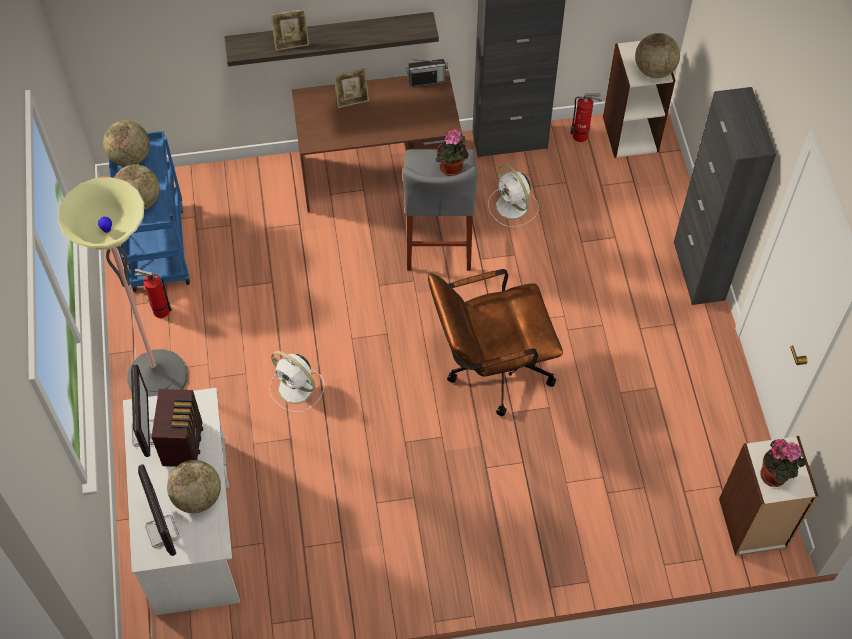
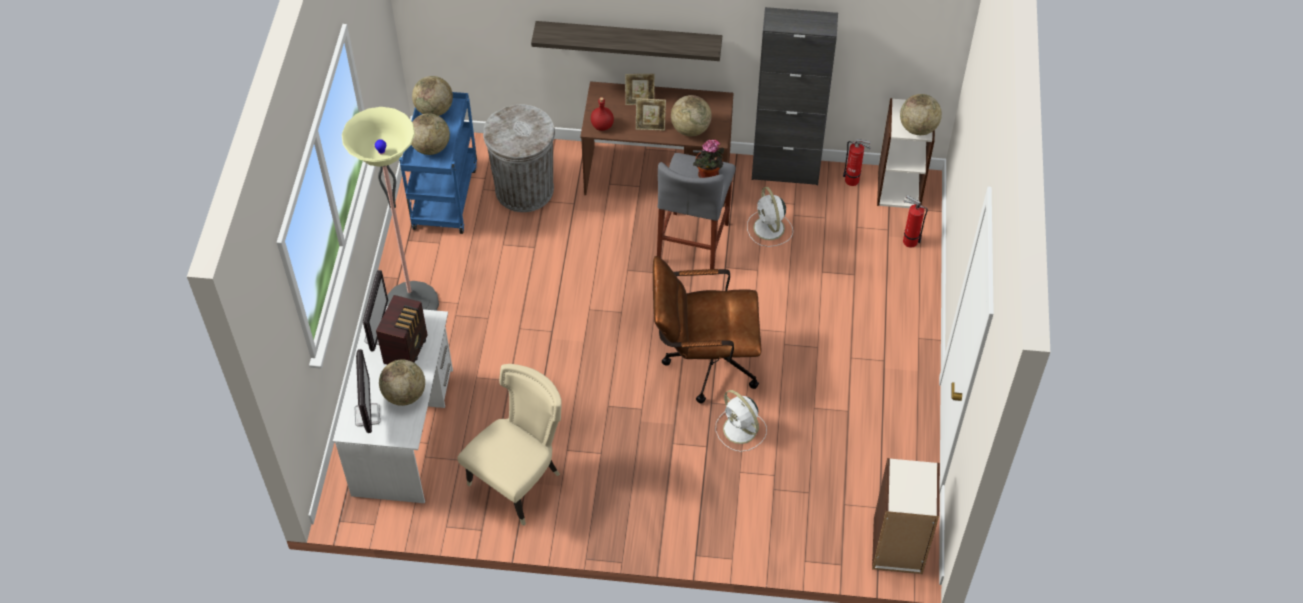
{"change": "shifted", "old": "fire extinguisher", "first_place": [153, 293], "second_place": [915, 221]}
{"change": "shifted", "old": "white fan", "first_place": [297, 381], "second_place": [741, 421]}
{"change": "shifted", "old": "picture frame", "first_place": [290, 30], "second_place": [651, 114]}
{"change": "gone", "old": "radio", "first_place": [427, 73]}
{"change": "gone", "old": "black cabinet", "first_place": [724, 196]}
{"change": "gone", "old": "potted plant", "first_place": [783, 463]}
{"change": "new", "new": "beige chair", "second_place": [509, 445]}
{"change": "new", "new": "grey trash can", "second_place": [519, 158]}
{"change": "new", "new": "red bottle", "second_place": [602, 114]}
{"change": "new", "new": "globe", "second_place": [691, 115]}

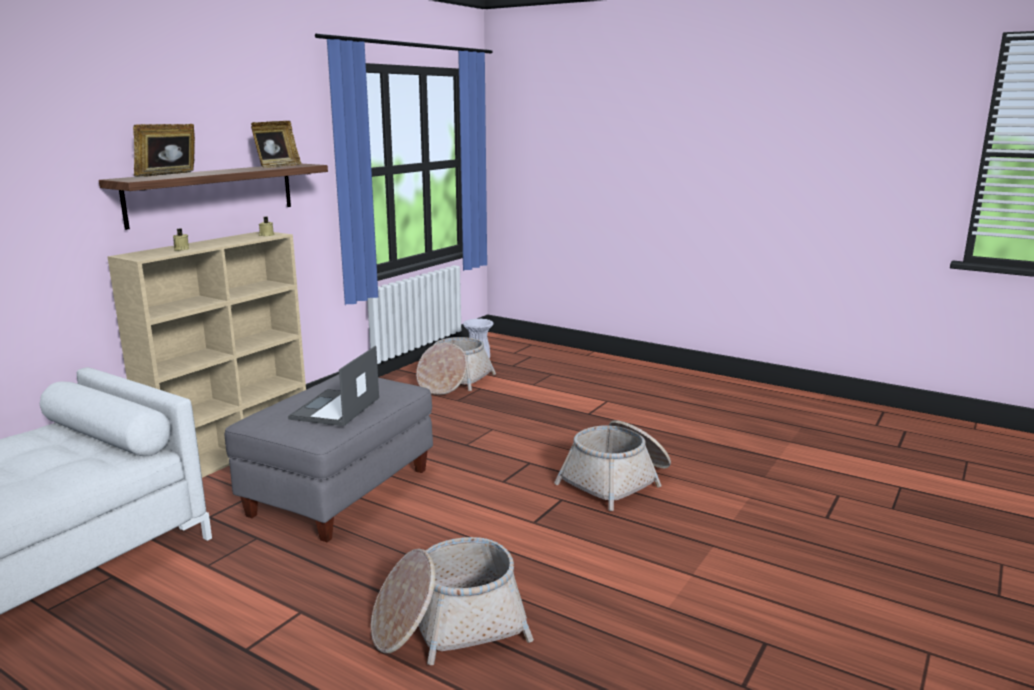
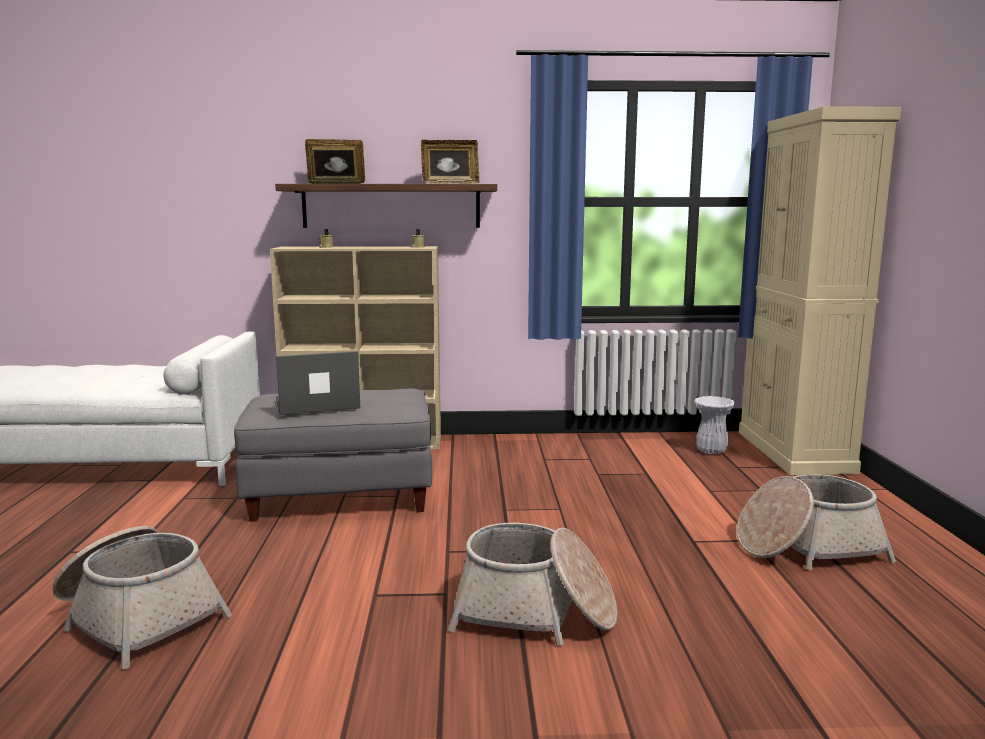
{"change": "shifted", "old": "basket", "first_place": [456, 366], "second_place": [816, 522]}
{"change": "new", "new": "beige cabinet", "second_place": [820, 291]}

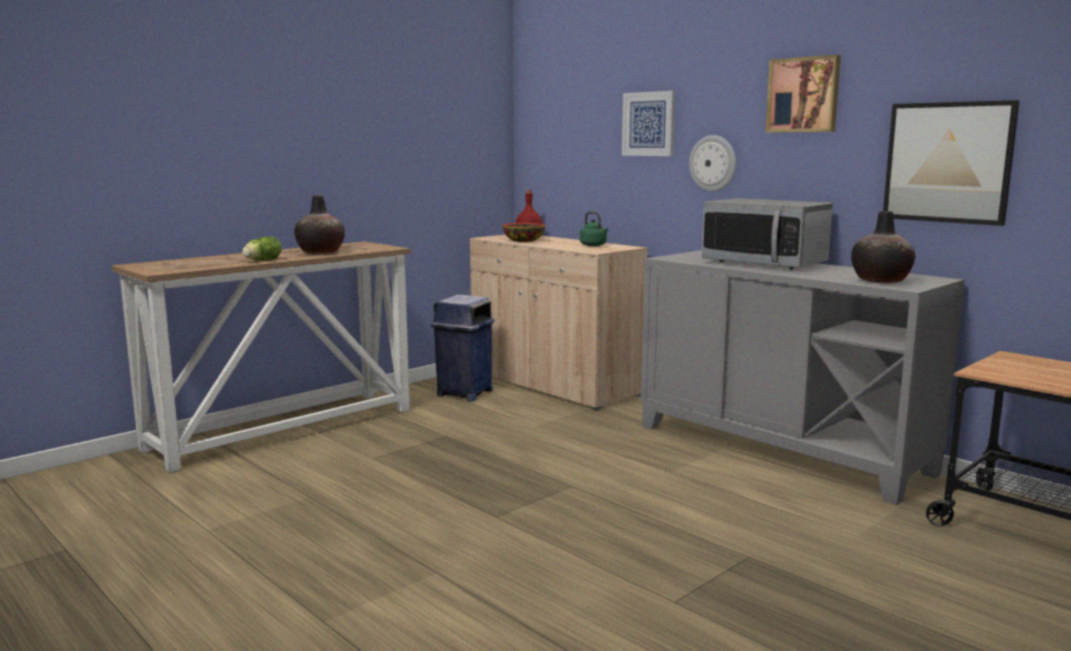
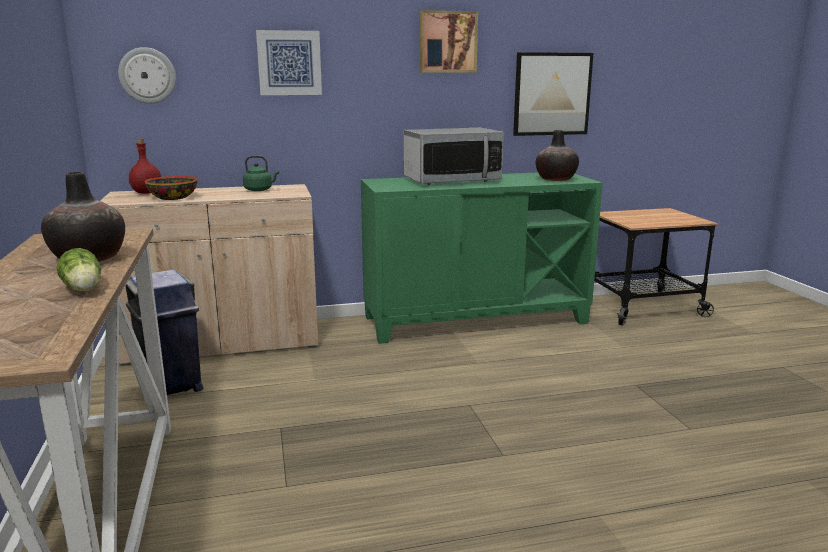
{"change": "repainted", "old": "grey cabinet", "new": "green cabinet", "first_place": [803, 377], "second_place": [482, 258]}
{"change": "shifted", "old": "wall clock", "first_place": [712, 163], "second_place": [147, 75]}

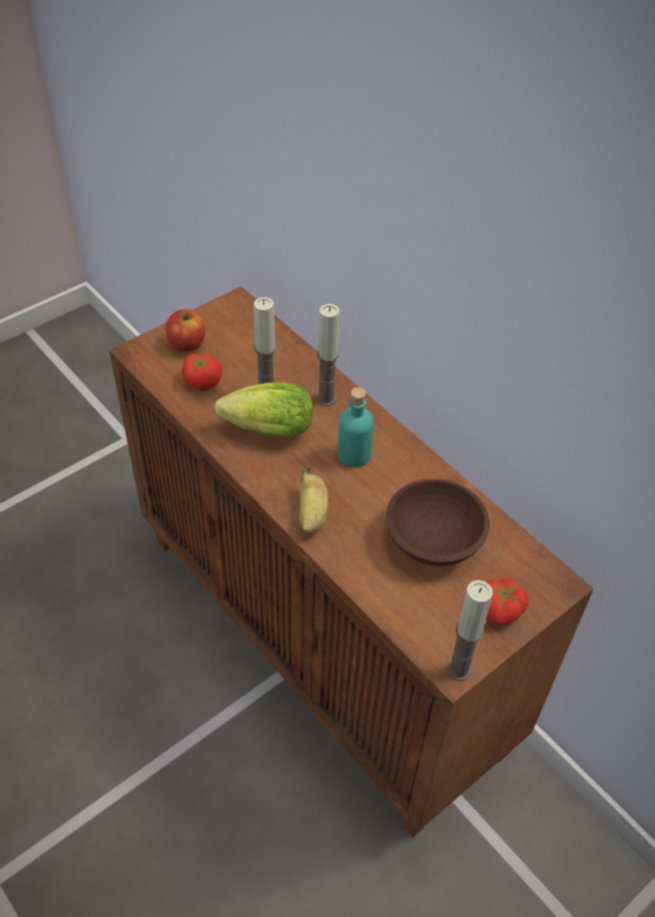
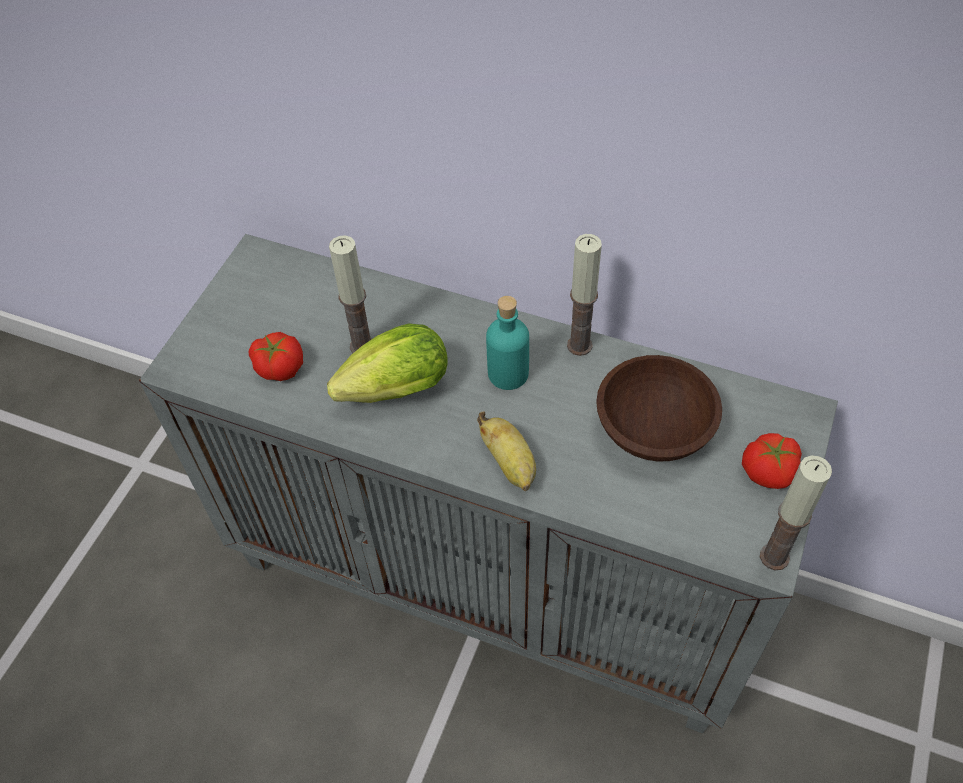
{"change": "repainted", "old": "brown cabinet", "new": "grey cabinet", "first_place": [351, 562], "second_place": [488, 483]}
{"change": "gone", "old": "apple", "first_place": [185, 330]}
{"change": "shifted", "old": "candle", "first_place": [328, 355], "second_place": [584, 295]}

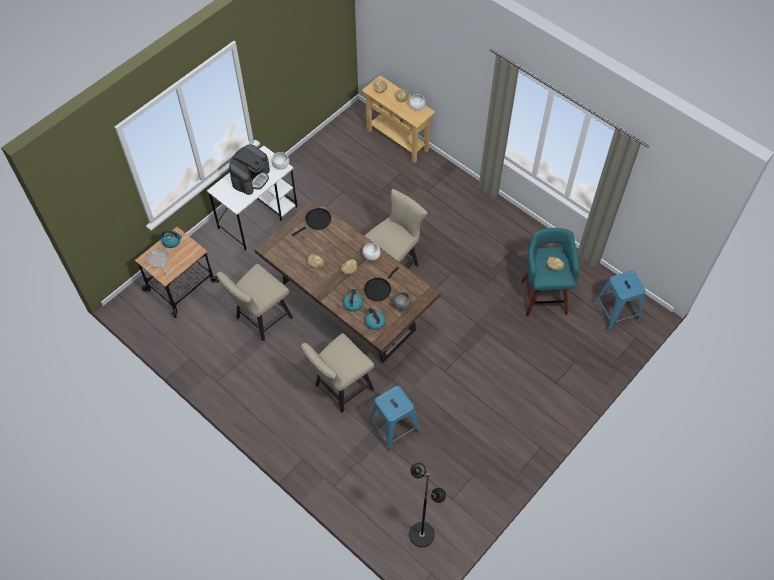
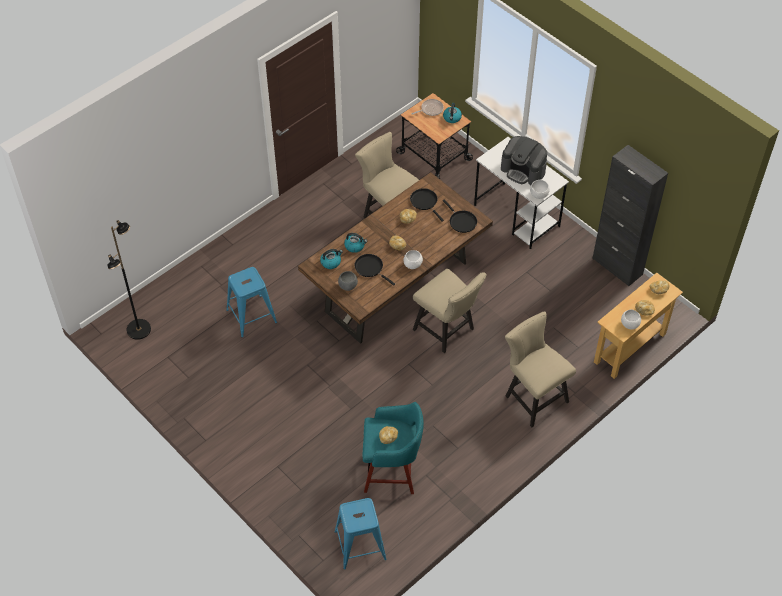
{"change": "shifted", "old": "beige chair", "first_place": [337, 373], "second_place": [540, 369]}
{"change": "new", "new": "black frying pan", "second_place": [427, 205]}
{"change": "new", "new": "black cabinet", "second_place": [630, 215]}

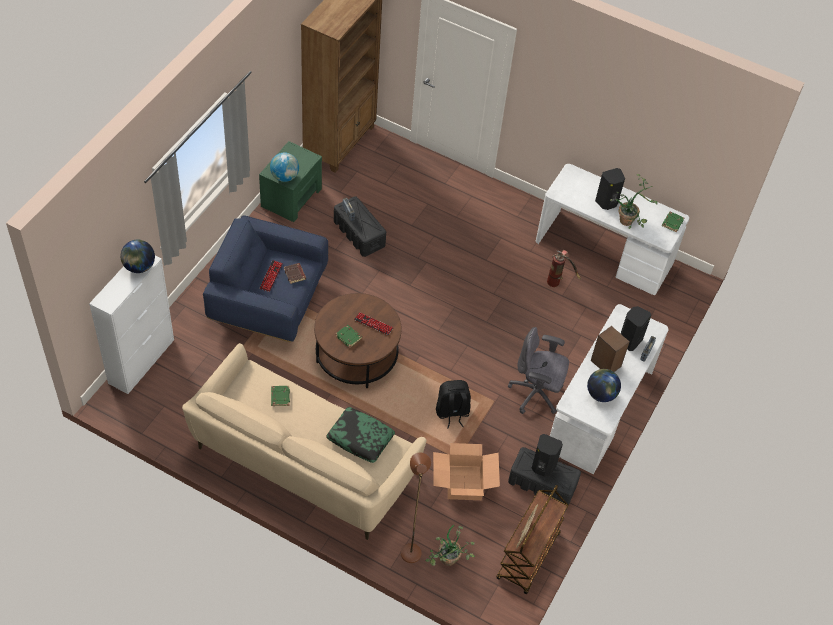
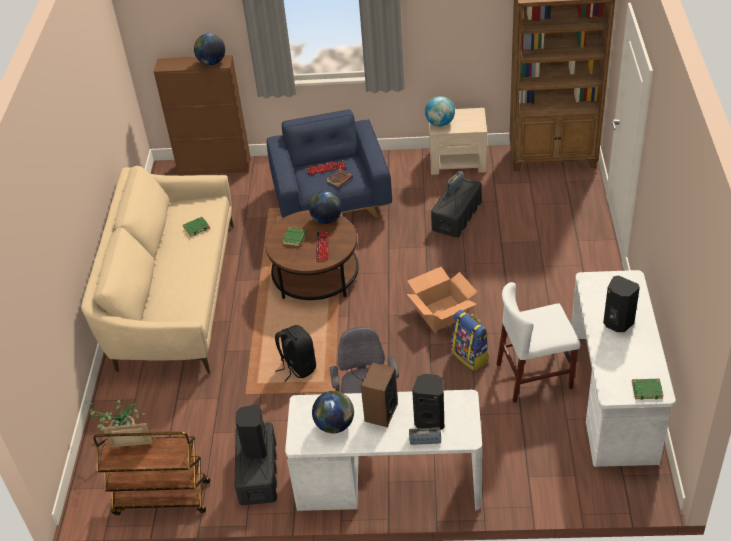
{"change": "repainted", "old": "white cabinet", "new": "brown cabinet", "first_place": [131, 324], "second_place": [202, 115]}
{"change": "repainted", "old": "green nightstand", "new": "beige nightstand", "first_place": [290, 181], "second_place": [458, 141]}
{"change": "gone", "old": "pillow", "first_place": [360, 435]}
{"change": "gone", "old": "brown floor lamp", "first_place": [416, 508]}
{"change": "shifted", "old": "cardboard box", "first_place": [466, 471], "second_place": [442, 299]}
{"change": "swapped", "old": "fire extinguisher", "new": "white chair", "first_place": [564, 268], "second_place": [538, 342]}
{"change": "gone", "old": "potted plant", "first_place": [634, 201]}
{"change": "new", "new": "globe", "second_place": [325, 207]}
{"change": "new", "new": "backpack", "second_place": [470, 340]}

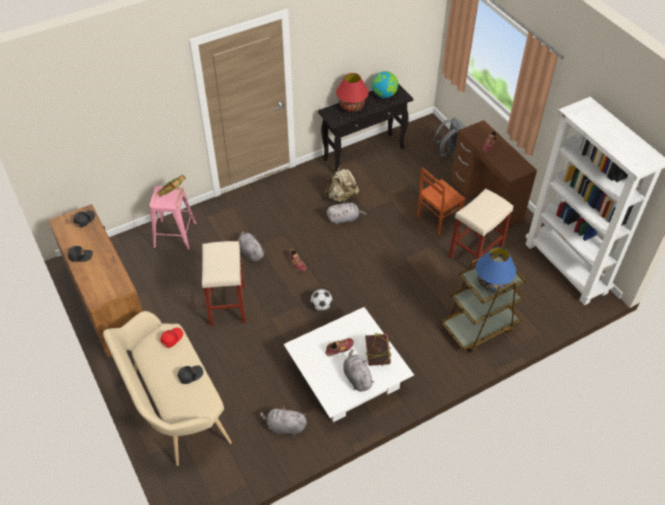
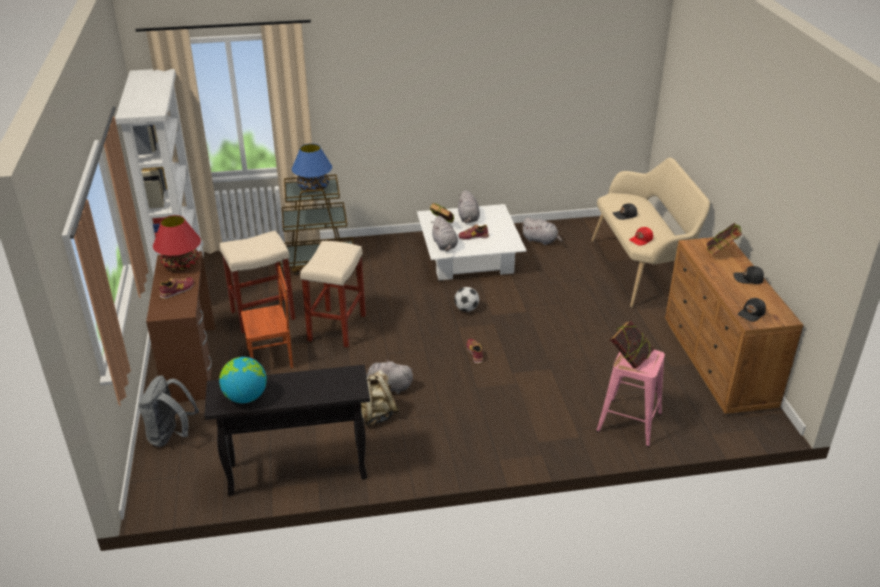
{"change": "shifted", "old": "beige stool", "first_place": [224, 283], "second_place": [333, 294]}
{"change": "shifted", "old": "grey plush toy", "first_place": [251, 246], "second_place": [444, 233]}
{"change": "shifted", "old": "red table lamp", "first_place": [352, 92], "second_place": [177, 242]}
{"change": "new", "new": "book", "second_place": [724, 239]}

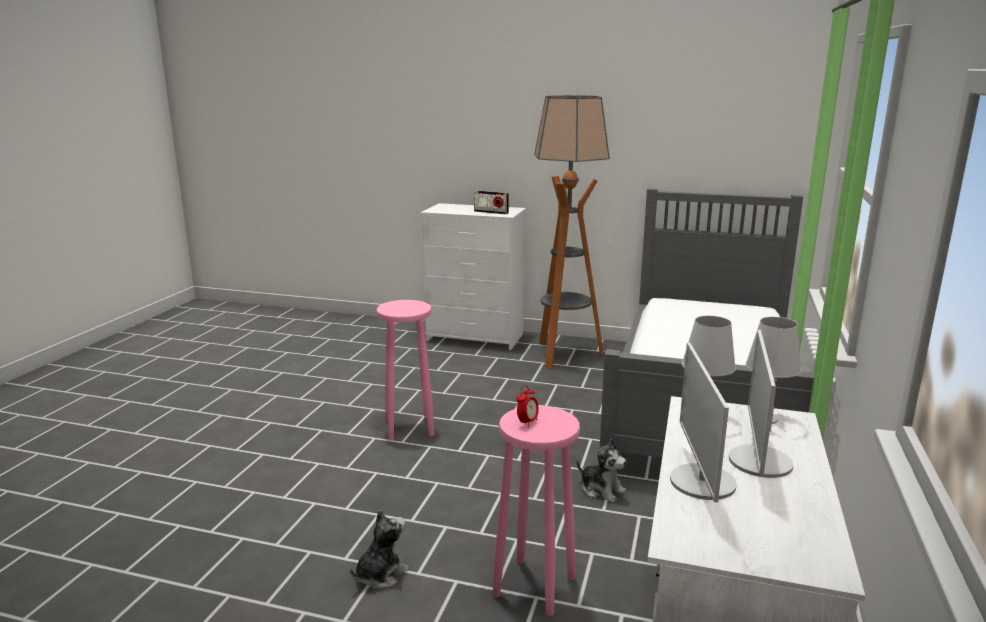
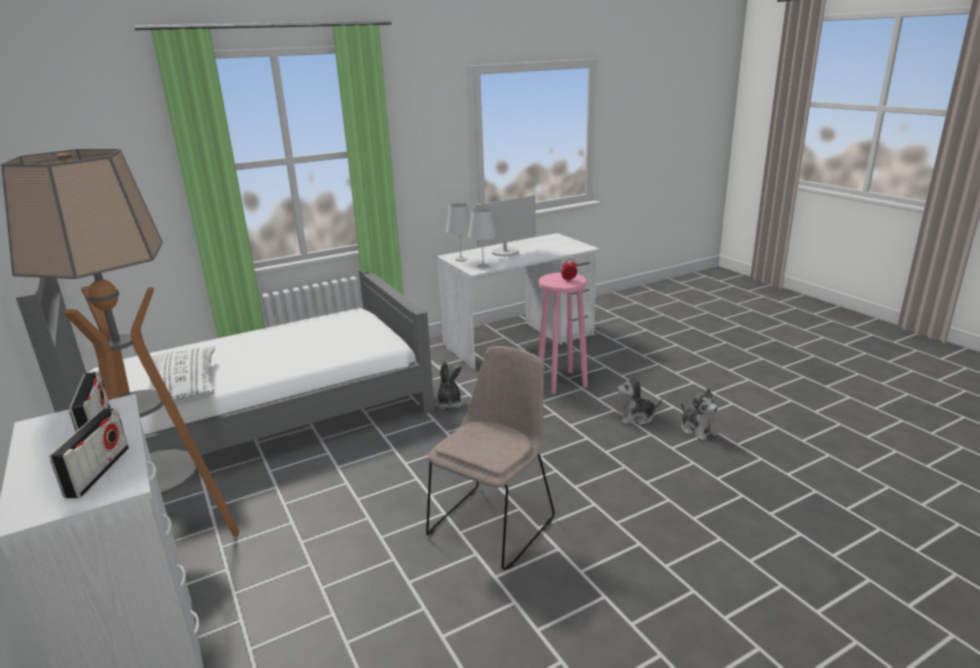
{"change": "swapped", "old": "pink stool", "new": "beige chair", "first_place": [405, 370], "second_place": [490, 458]}
{"change": "gone", "old": "monitor", "first_place": [703, 422]}
{"change": "new", "new": "radio", "second_place": [89, 453]}
{"change": "new", "new": "white pillow", "second_place": [181, 373]}
{"change": "new", "new": "plush toy", "second_place": [700, 414]}

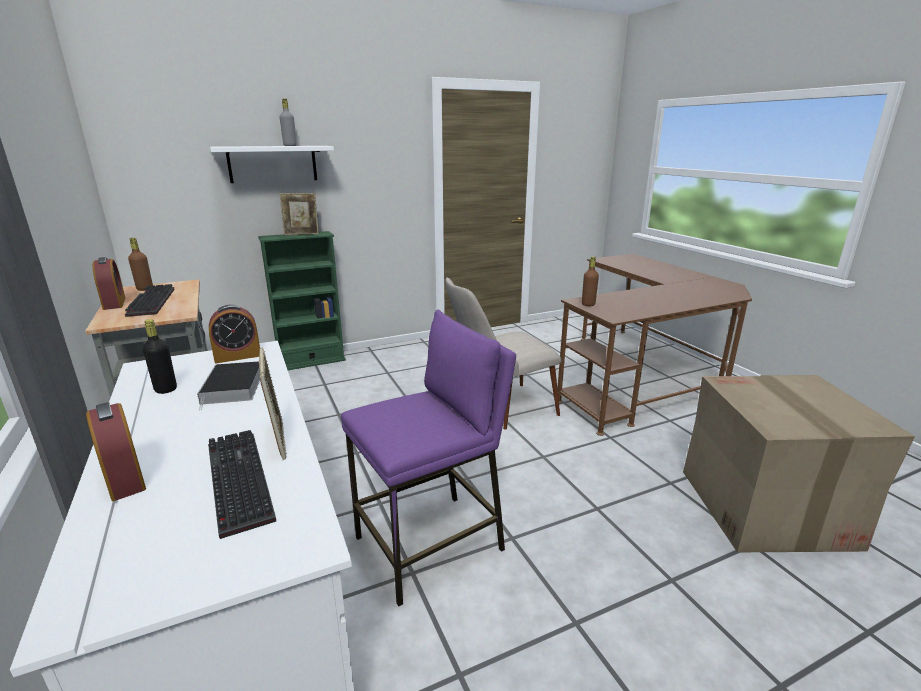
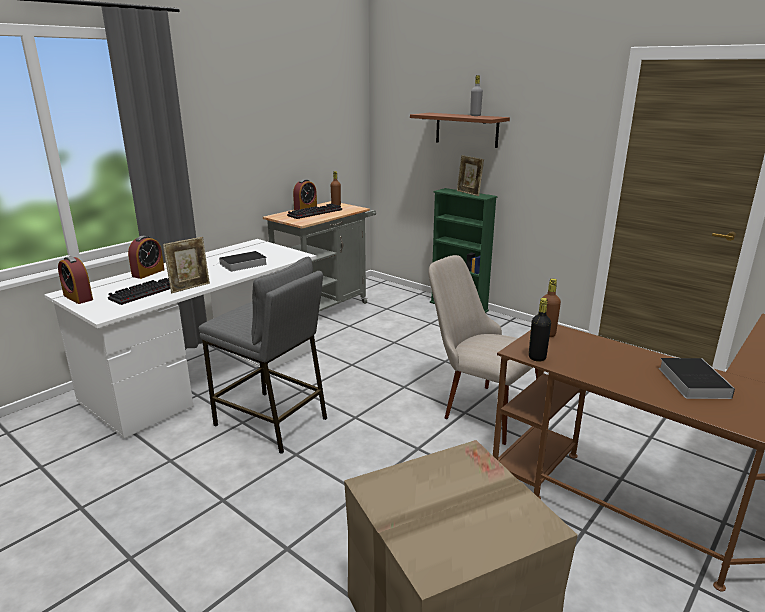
{"change": "shifted", "old": "black bottle", "first_place": [160, 356], "second_place": [540, 330]}
{"change": "shifted", "old": "alarm clock", "first_place": [234, 334], "second_place": [75, 280]}
{"change": "repainted", "old": "white shelf", "new": "brown shelf", "first_place": [272, 164], "second_place": [460, 130]}
{"change": "repainted", "old": "purple stool", "new": "grey stool", "first_place": [428, 458], "second_place": [263, 355]}
{"change": "new", "new": "book", "second_place": [697, 378]}

